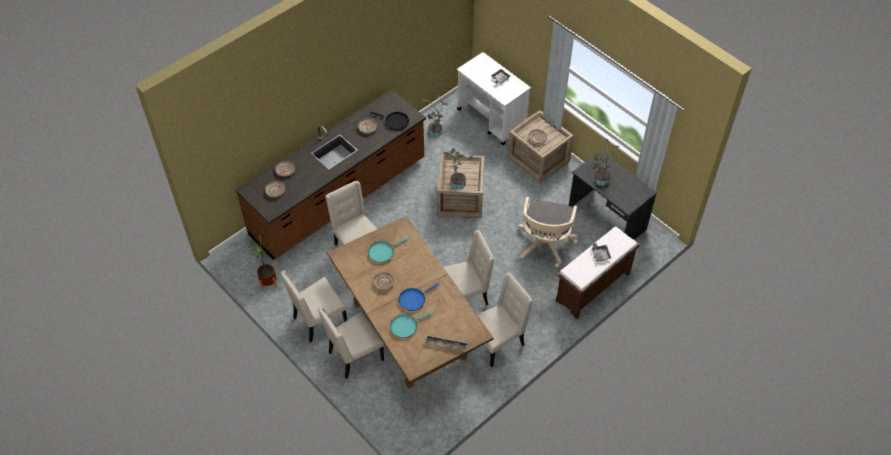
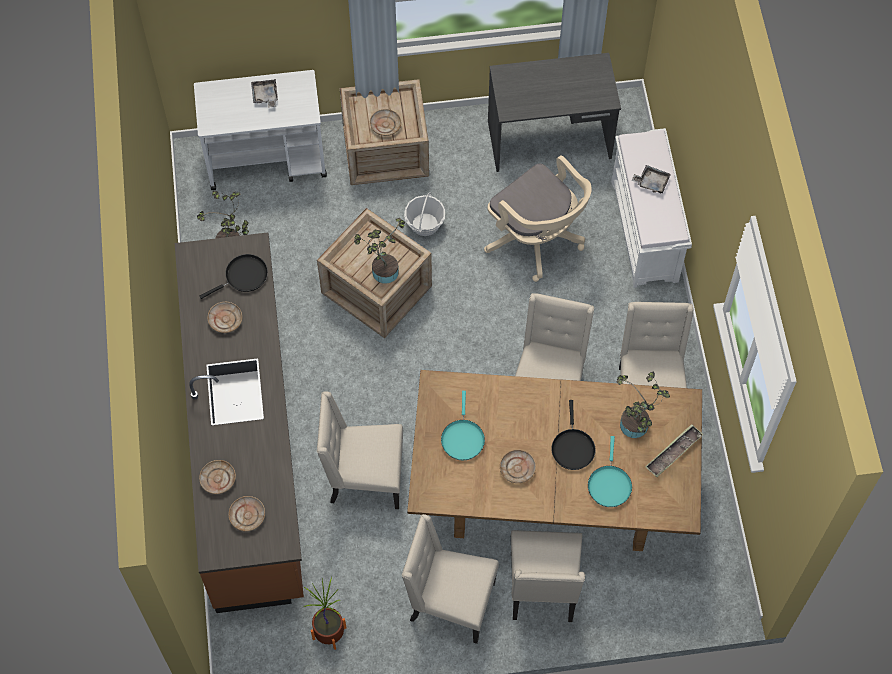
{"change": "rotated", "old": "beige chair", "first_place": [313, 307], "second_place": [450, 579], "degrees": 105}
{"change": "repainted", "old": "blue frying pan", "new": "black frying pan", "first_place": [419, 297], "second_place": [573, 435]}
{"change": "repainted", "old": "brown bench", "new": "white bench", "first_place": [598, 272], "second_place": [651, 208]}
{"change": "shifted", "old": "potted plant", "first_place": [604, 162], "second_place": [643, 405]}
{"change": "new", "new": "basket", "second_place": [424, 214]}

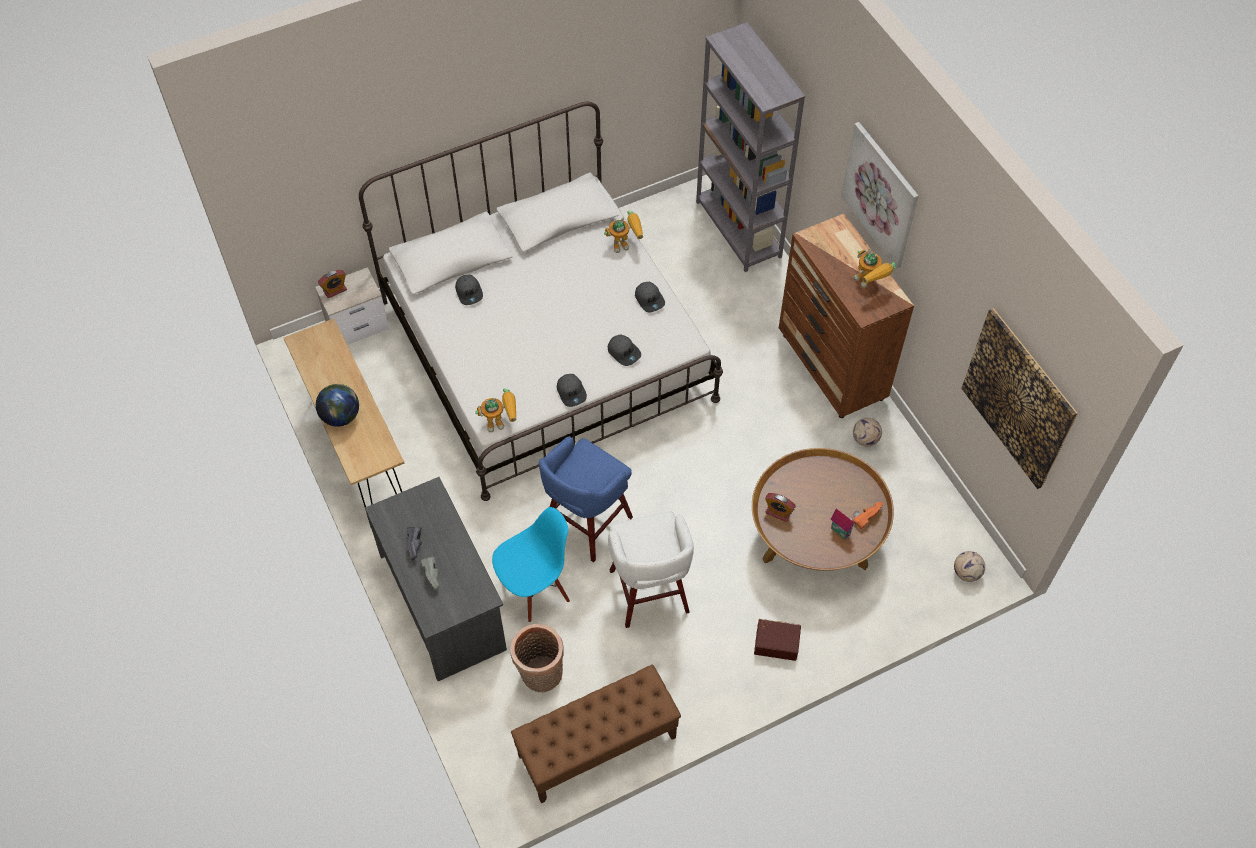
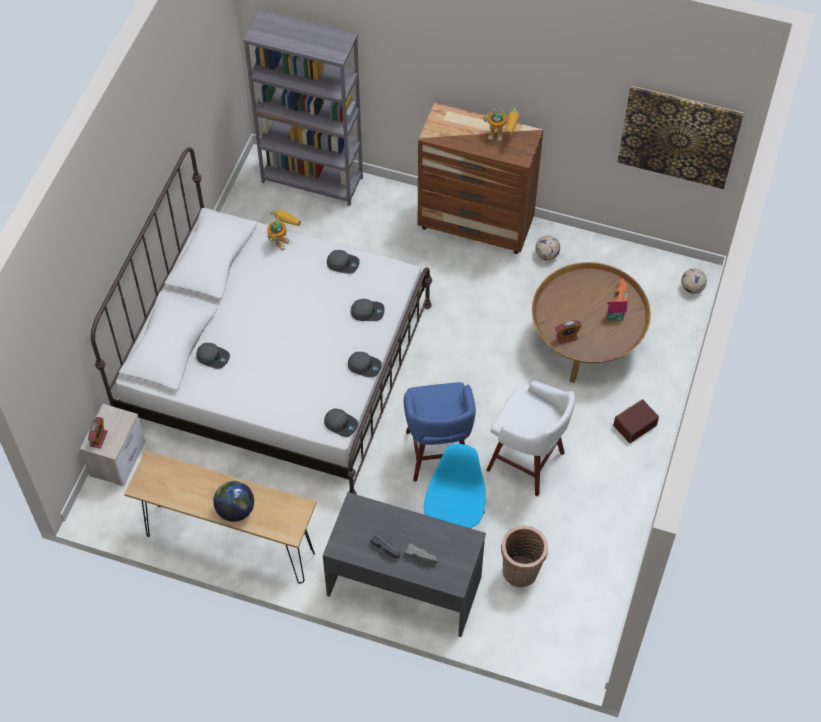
{"change": "swapped", "old": "toy robot", "new": "grey cap", "first_place": [495, 410], "second_place": [341, 423]}
{"change": "gone", "old": "brown bench", "first_place": [596, 734]}
{"change": "gone", "old": "picture", "first_place": [880, 195]}

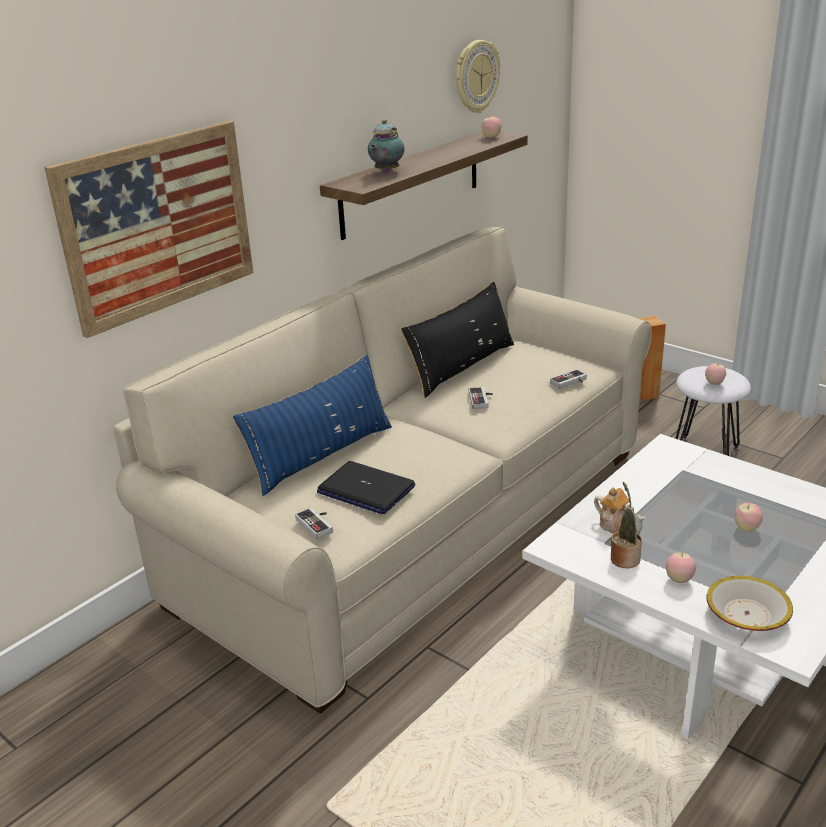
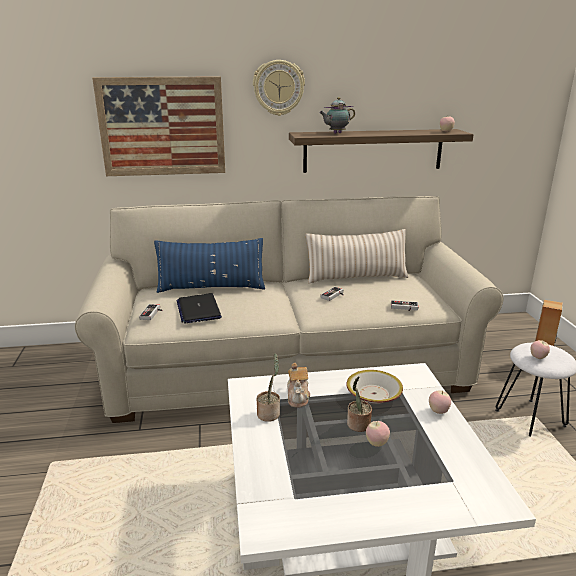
{"change": "repainted", "old": "black pillow", "new": "beige pillow", "first_place": [457, 339], "second_place": [356, 256]}
{"change": "shifted", "old": "wall clock", "first_place": [478, 76], "second_place": [279, 88]}
{"change": "shifted", "old": "apple", "first_place": [681, 567], "second_place": [440, 402]}
{"change": "shifted", "old": "bowl", "first_place": [749, 603], "second_place": [375, 387]}
{"change": "new", "new": "potted plant", "second_place": [359, 404]}

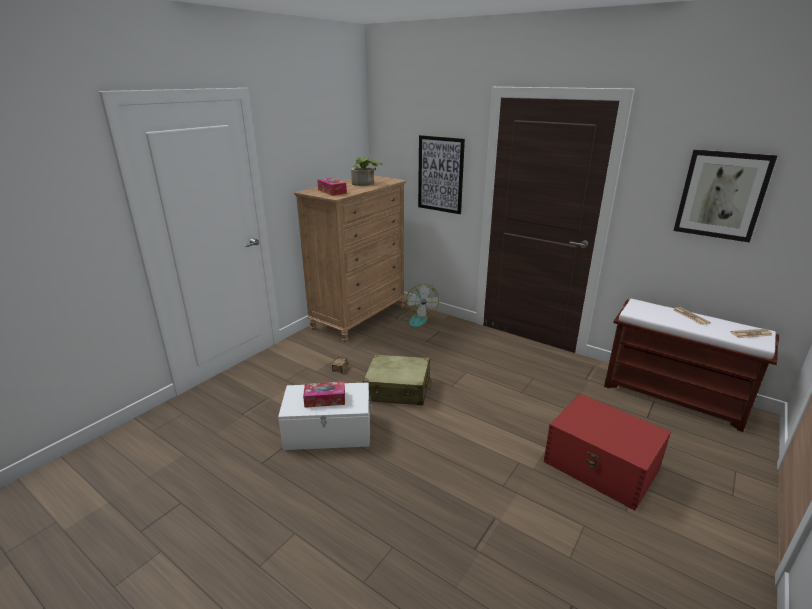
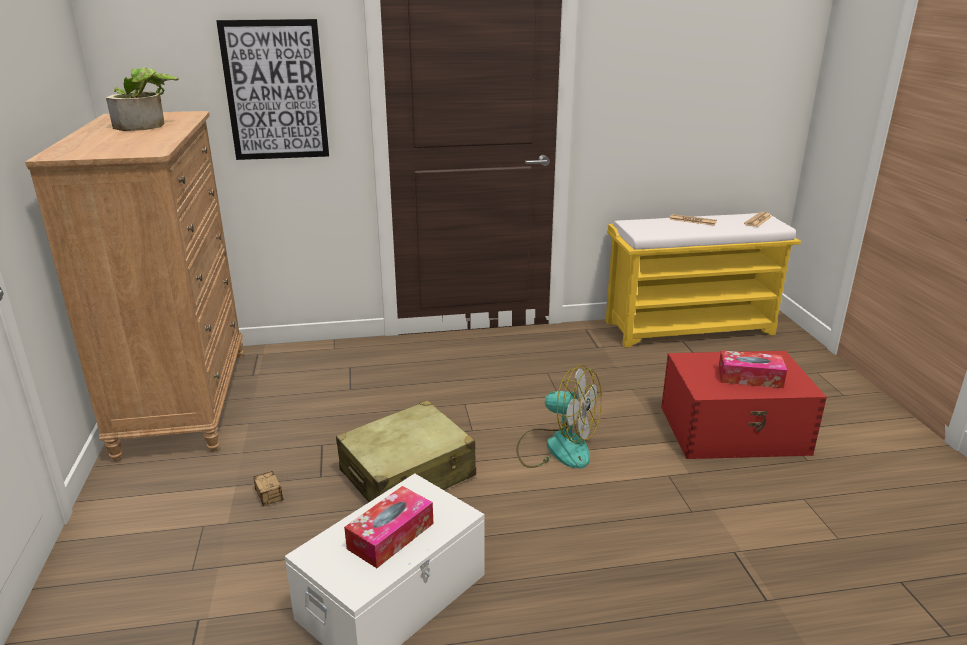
{"change": "shifted", "old": "tissue box", "first_place": [332, 187], "second_place": [752, 369]}
{"change": "shifted", "old": "fan", "first_place": [417, 306], "second_place": [559, 417]}
{"change": "repainted", "old": "brown bench", "new": "yellow bench", "first_place": [691, 365], "second_place": [703, 280]}
{"change": "gone", "old": "picture", "first_place": [725, 196]}

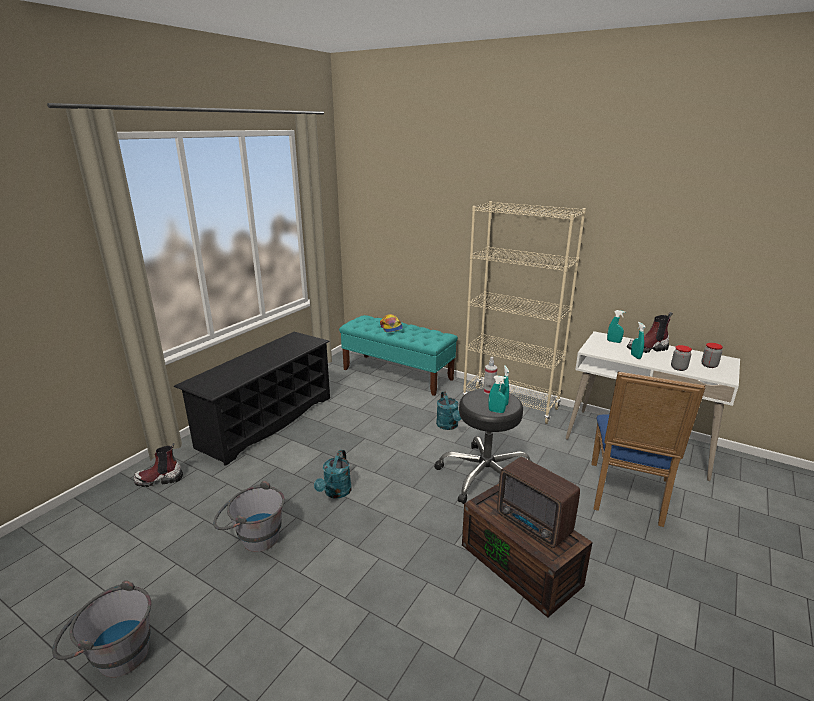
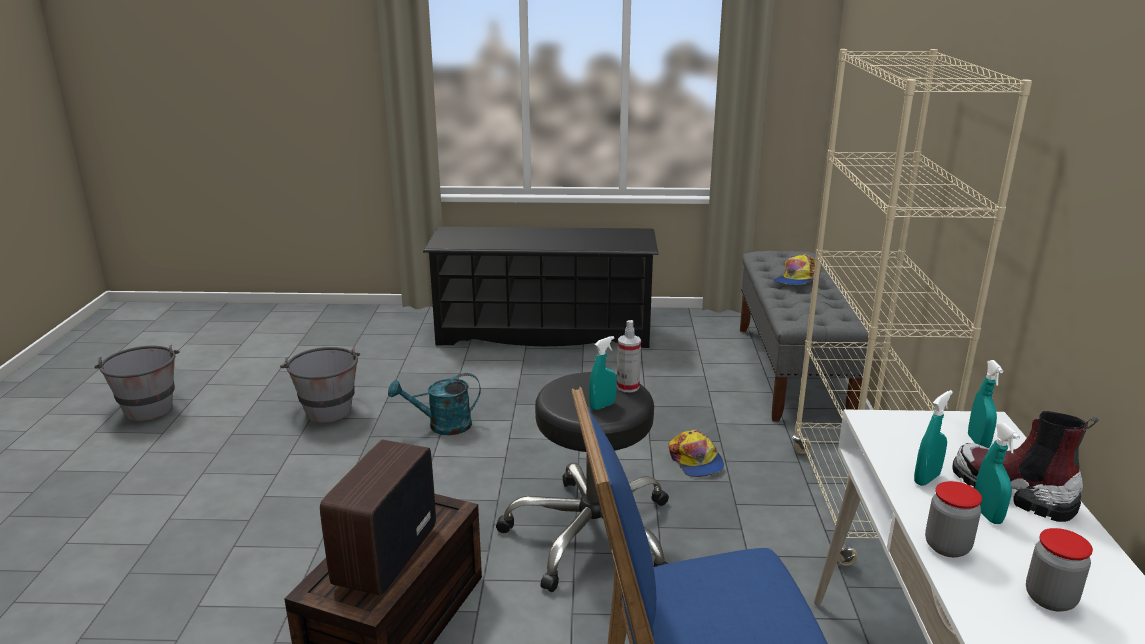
{"change": "gone", "old": "boot", "first_place": [158, 465]}
{"change": "repainted", "old": "turquoise bench", "new": "grey bench", "first_place": [398, 355], "second_place": [804, 336]}
{"change": "swapped", "old": "turquoise watering can", "new": "cap", "first_place": [448, 410], "second_place": [696, 453]}
{"change": "shifted", "old": "turquoise spray bottle", "first_place": [497, 394], "second_place": [997, 473]}

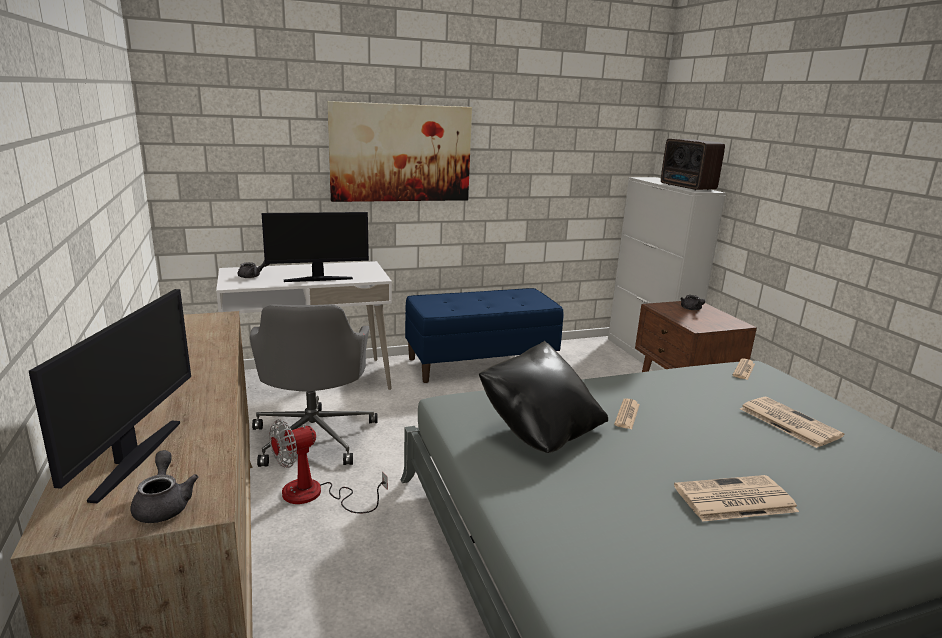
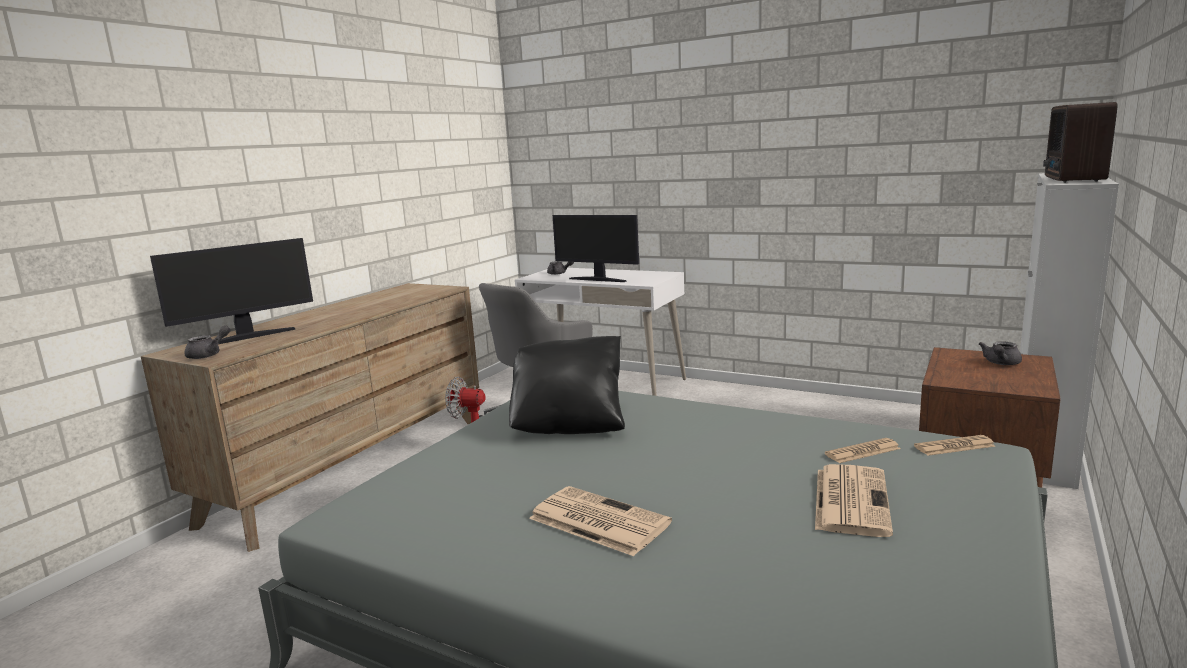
{"change": "gone", "old": "picture", "first_place": [399, 151]}
{"change": "gone", "old": "blue bench", "first_place": [484, 335]}
{"change": "shifted", "old": "newspaper", "first_place": [627, 413], "second_place": [863, 450]}

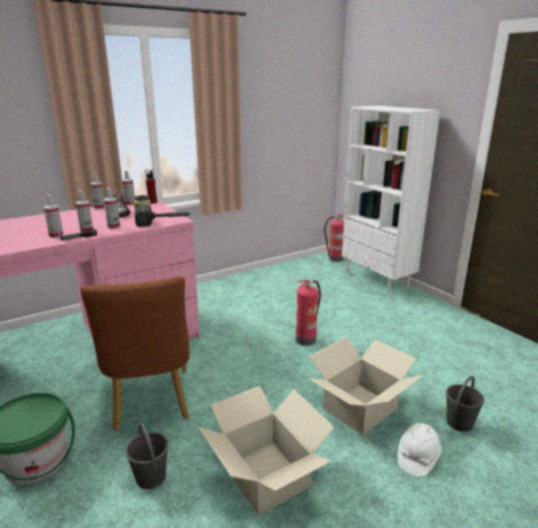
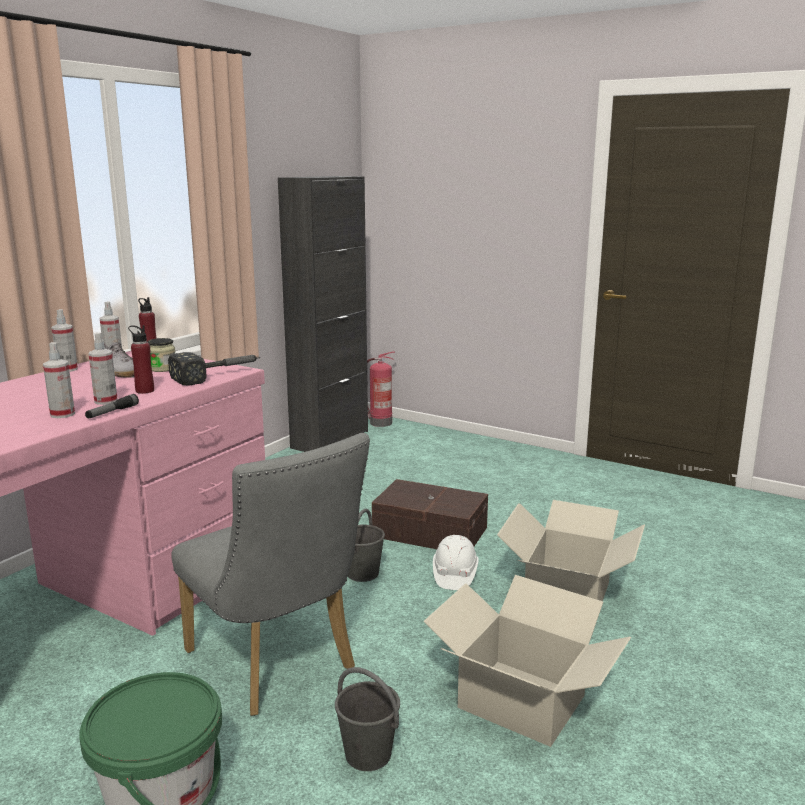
{"change": "repainted", "old": "brown chair", "new": "grey chair", "first_place": [135, 353], "second_place": [270, 574]}
{"change": "swapped", "old": "spray bottle", "new": "red bottle", "first_place": [112, 208], "second_place": [141, 359]}
{"change": "swapped", "old": "fire extinguisher", "new": "brown storage box", "first_place": [308, 313], "second_place": [430, 514]}
{"change": "gone", "old": "white bookcase", "first_place": [391, 200]}
{"change": "shifted", "old": "white hard hat", "first_place": [420, 450], "second_place": [456, 562]}
{"change": "shifted", "old": "grey bucket", "first_place": [465, 404], "second_place": [366, 545]}
{"change": "new", "new": "black cabinet", "second_place": [323, 314]}

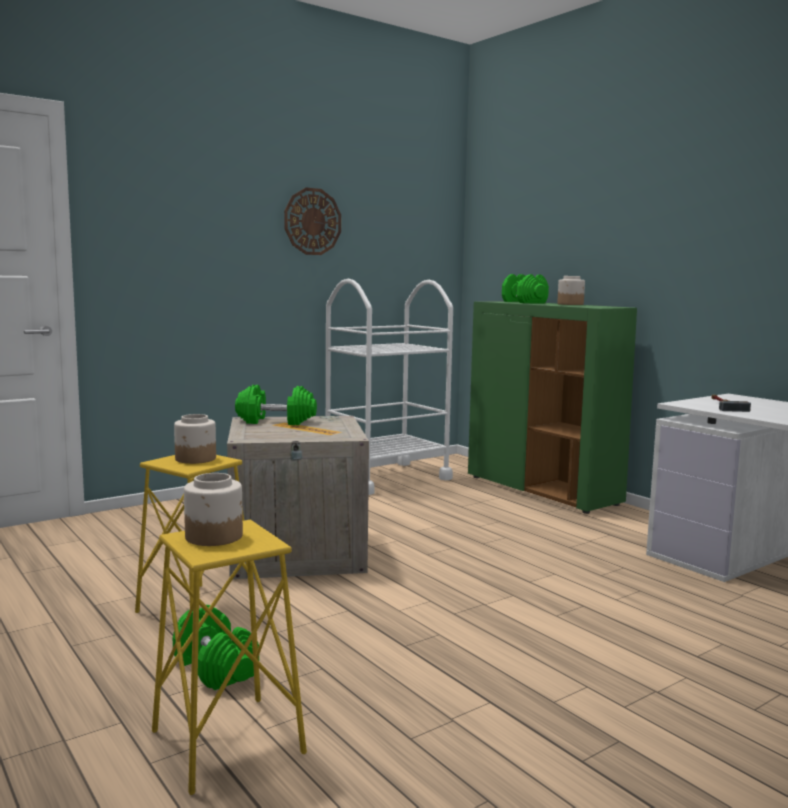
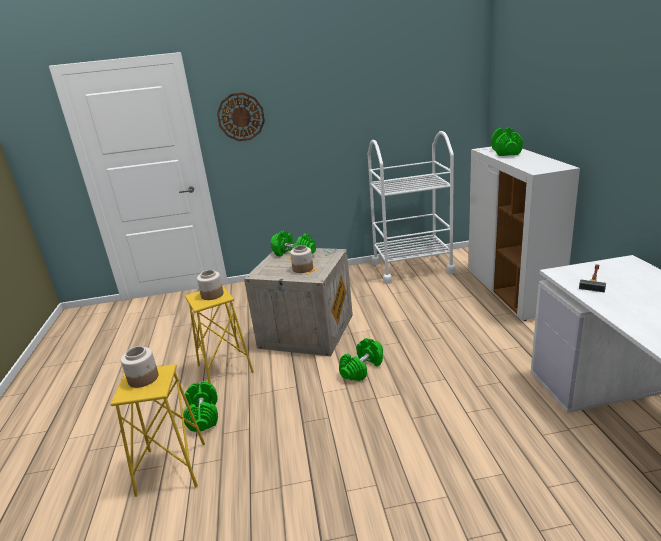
{"change": "shifted", "old": "wall clock", "first_place": [312, 221], "second_place": [241, 117]}
{"change": "repainted", "old": "green cabinet", "new": "white cabinet", "first_place": [552, 407], "second_place": [524, 234]}
{"change": "shifted", "old": "jar", "first_place": [571, 290], "second_place": [301, 259]}
{"change": "new", "new": "green dumbbell", "second_place": [361, 359]}

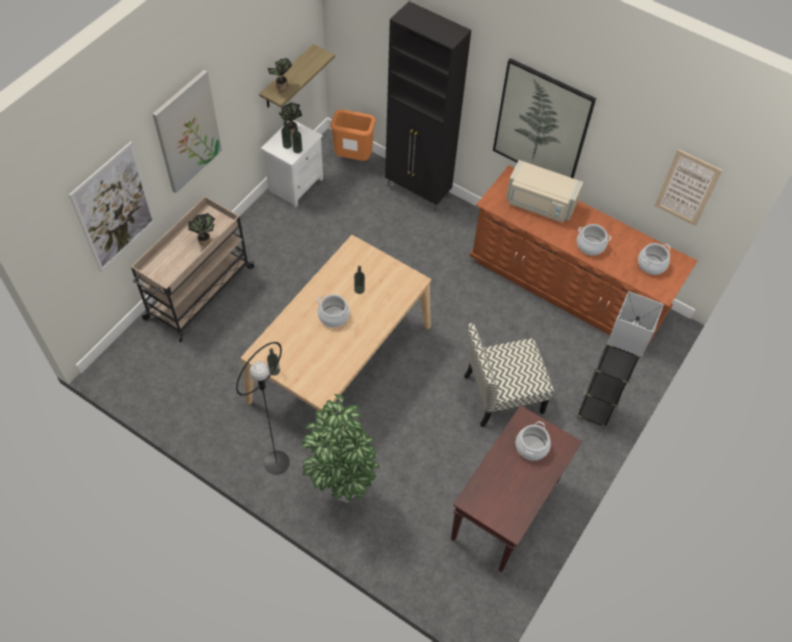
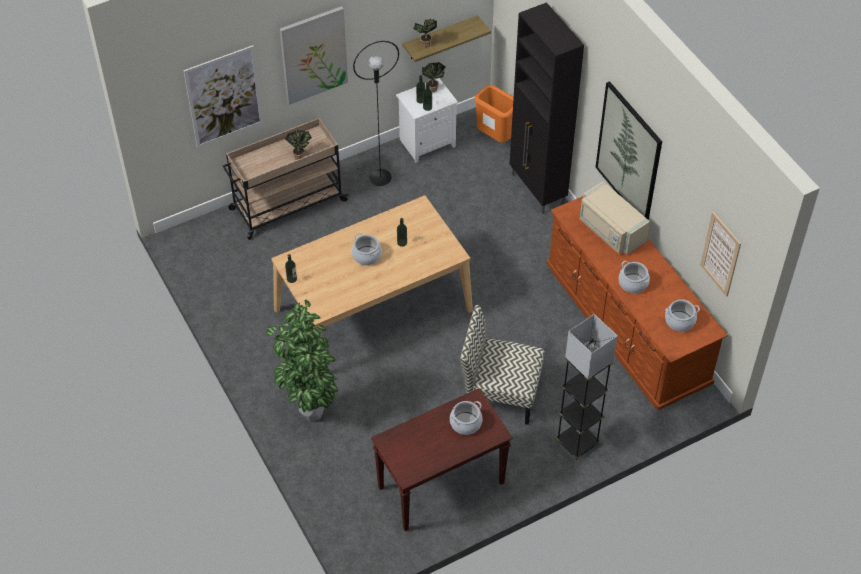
{"change": "shifted", "old": "black floor lamp", "first_place": [263, 408], "second_place": [376, 113]}

